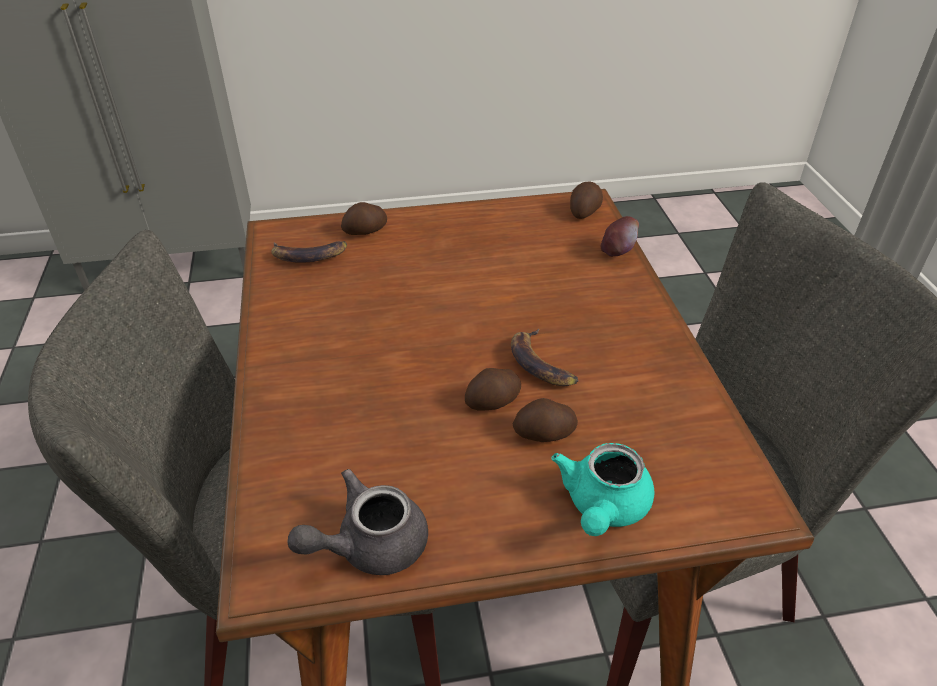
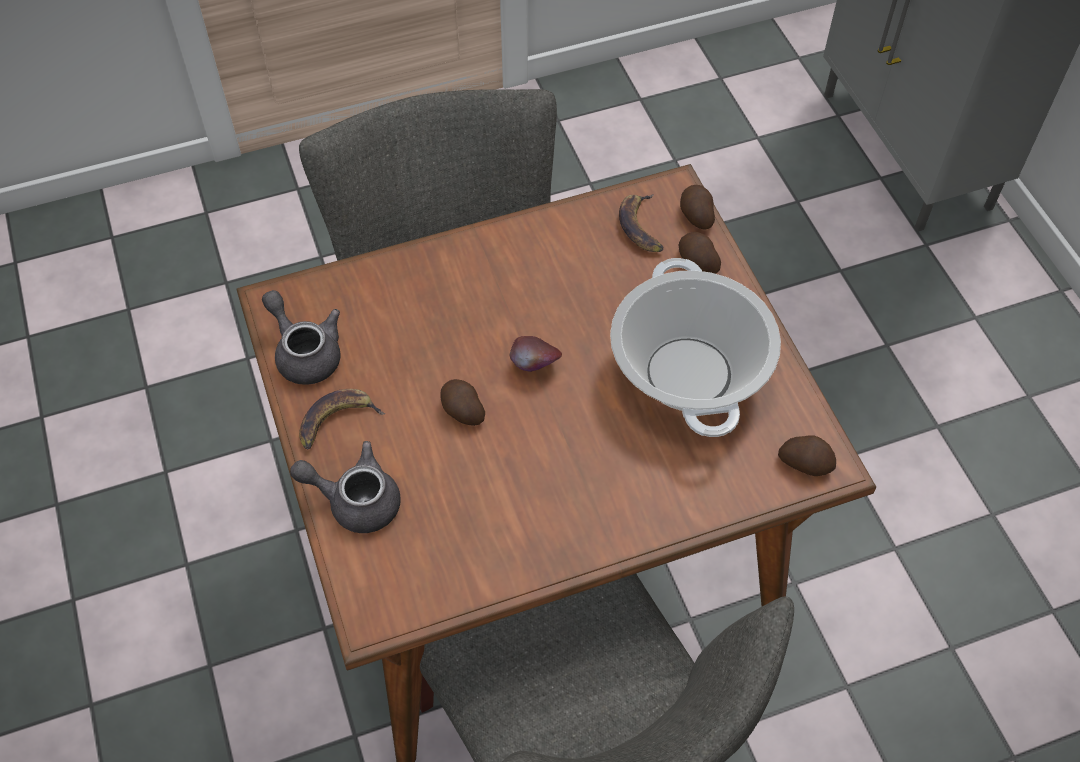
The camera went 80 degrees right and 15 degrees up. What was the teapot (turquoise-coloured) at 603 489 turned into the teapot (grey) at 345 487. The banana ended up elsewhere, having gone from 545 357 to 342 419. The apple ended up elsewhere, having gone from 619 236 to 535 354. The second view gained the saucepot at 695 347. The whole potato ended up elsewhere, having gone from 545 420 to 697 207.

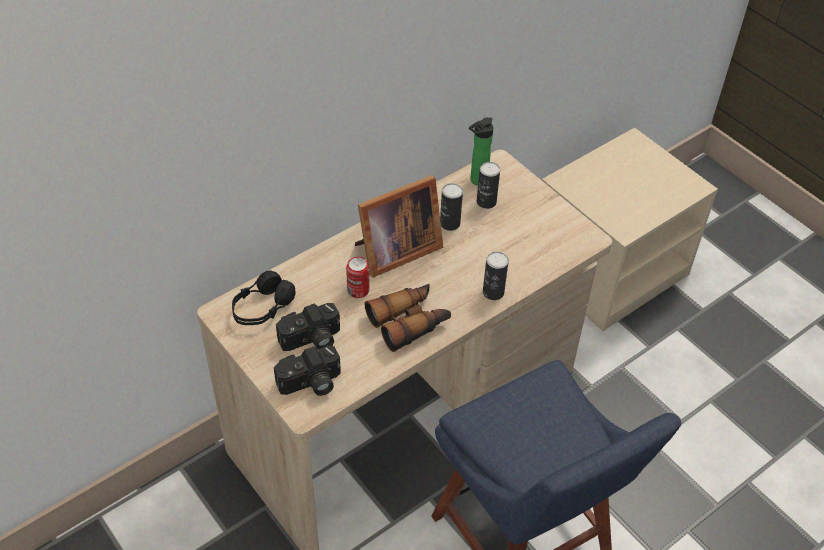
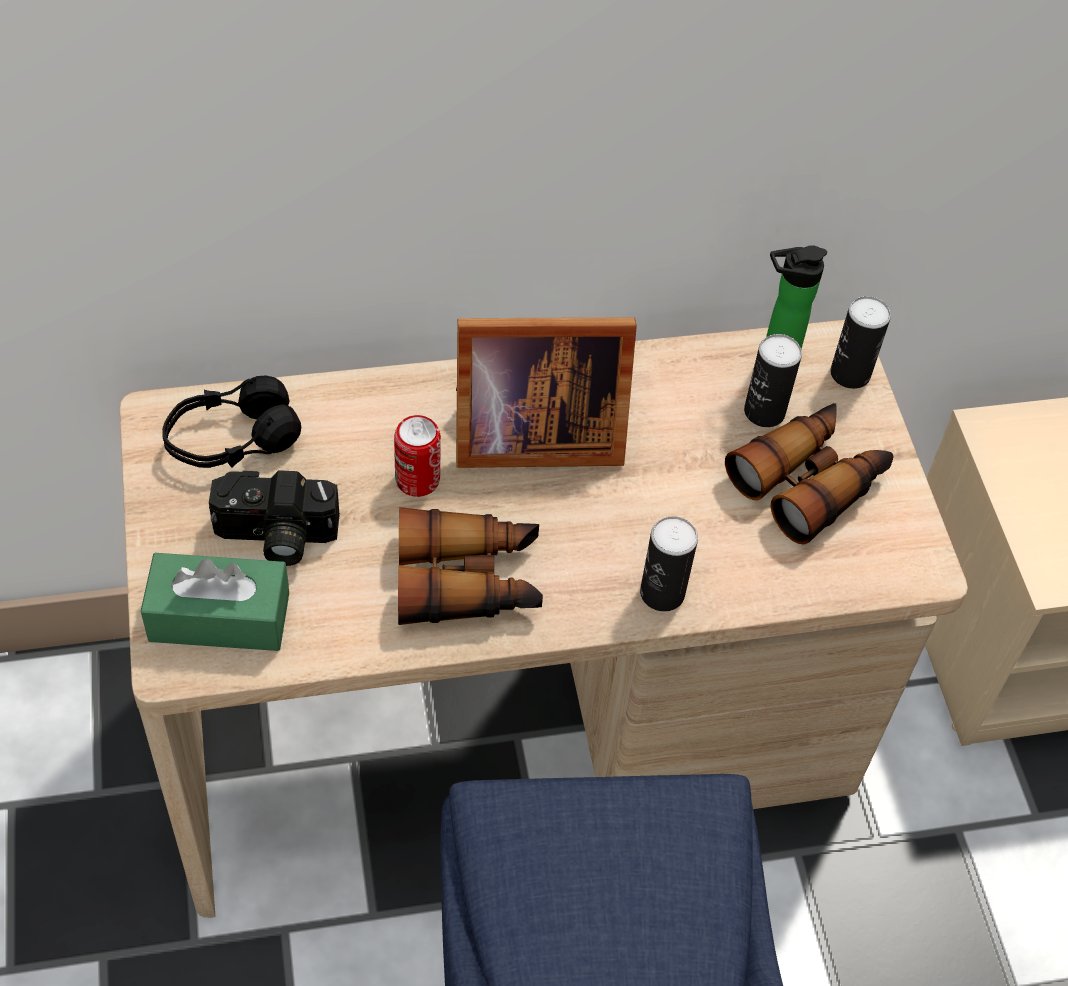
The camera went 25 degrees right and 5 degrees up. Where the still camera stood at 307 371, the tissue box (green) came to stand at 215 602. The second view gained the pair of binoculars at 809 474. The can ended up elsewhere, having gone from 451 207 to 860 342.

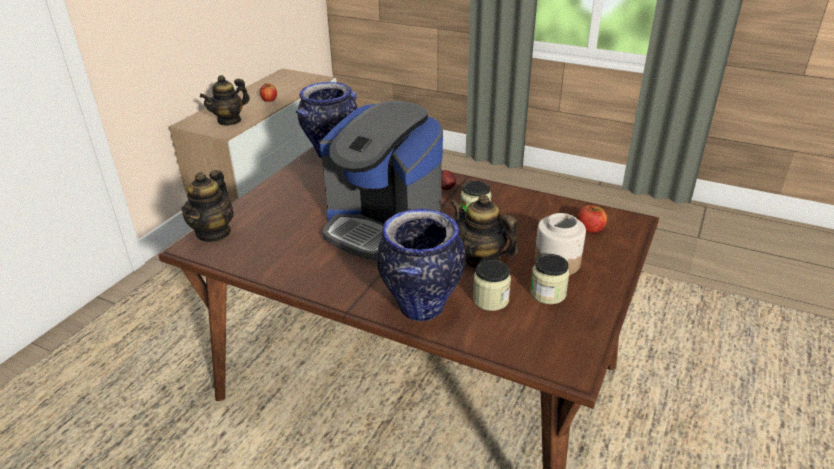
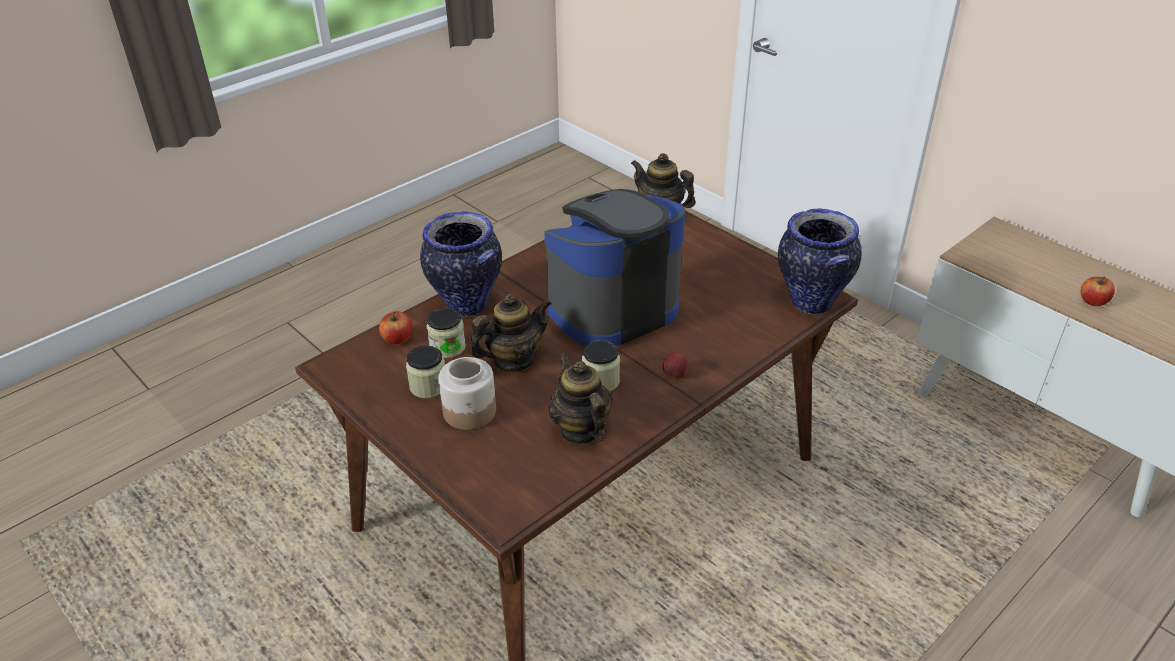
The camera went 110 degrees right and 5 degrees up. The apple ended up elsewhere, having gone from 592 219 to 395 327. The teapot ended up elsewhere, having gone from 225 100 to 581 399.

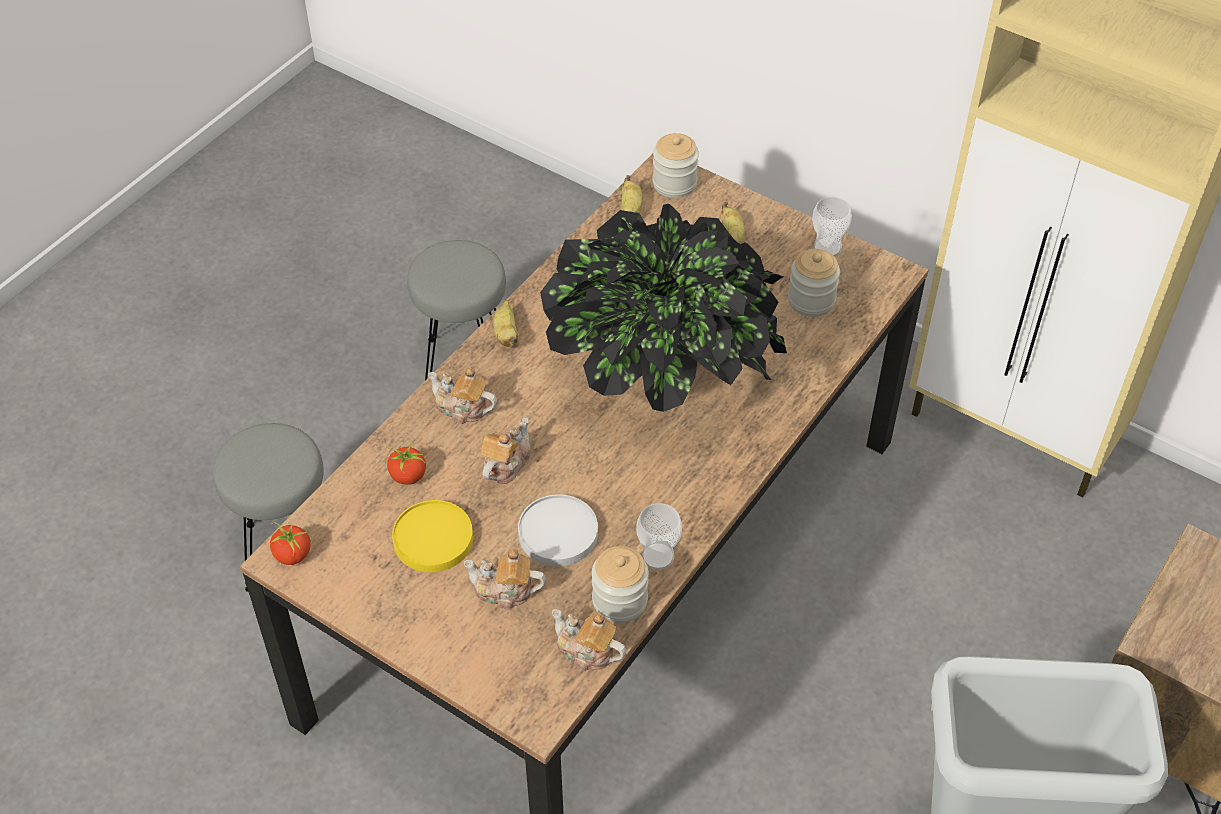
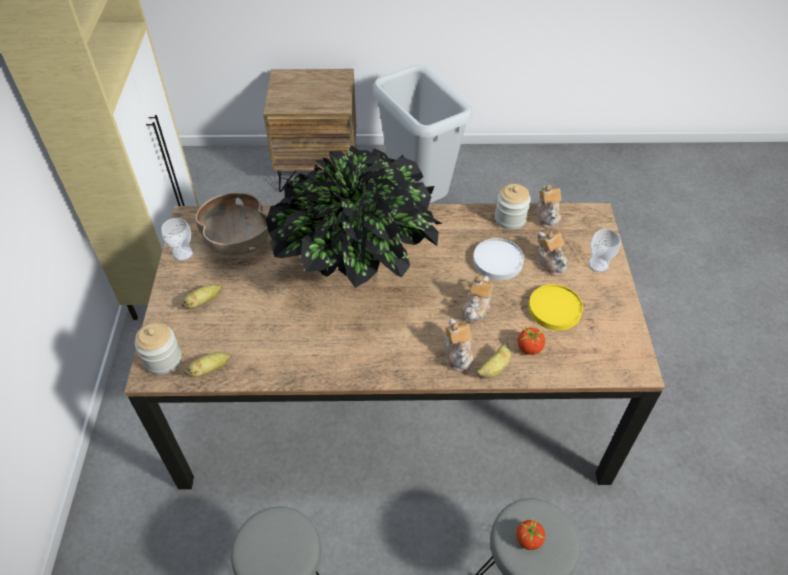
The camera went 125 degrees left and 0 degrees up. Where the jar stood at 814 283, the bowl (brown) came to stand at 232 224. The teapot at 506 451 ended up facing another way, 60 degrees counterclockwise from before. The banana ended up elsewhere, having gone from 506 323 to 494 360. The tomato ended up elsewhere, having gone from 290 541 to 531 534. The cup ended up elsewhere, having gone from 659 536 to 604 251.

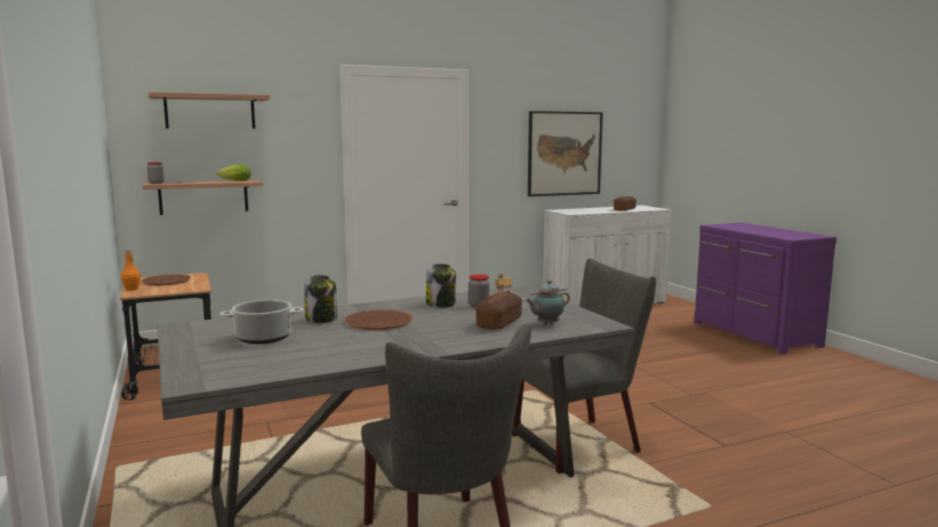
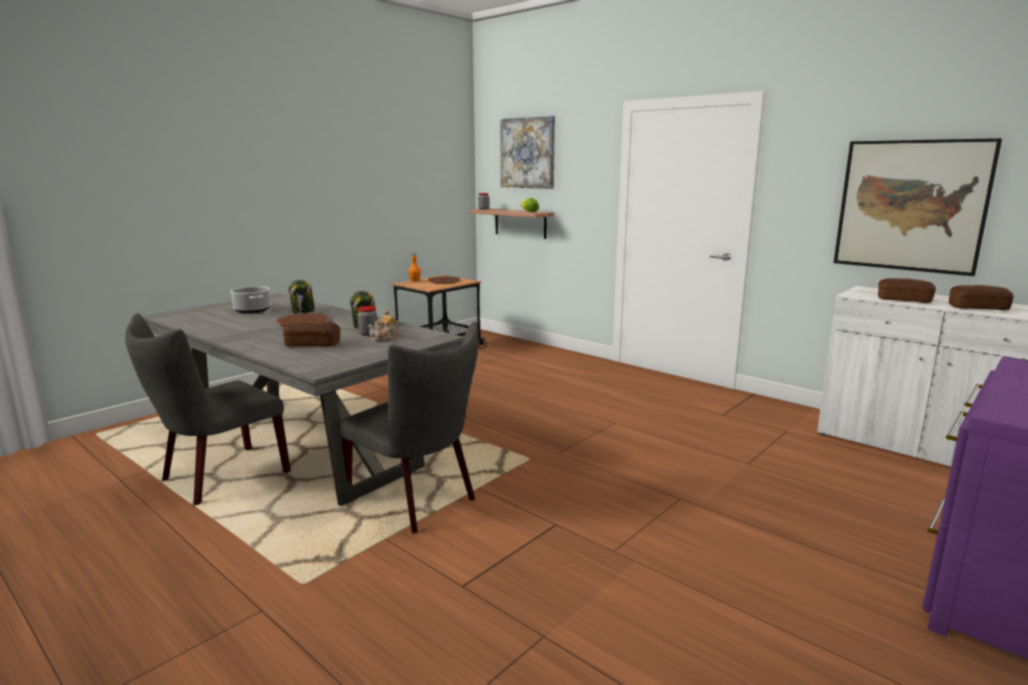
The camera went 65 degrees right and 5 degrees up. Where the bracket shelf hung at 209 110, the picture came to hang at 527 152. The second view gained the baked bread at 907 290. The second view lost the teapot at 547 302.

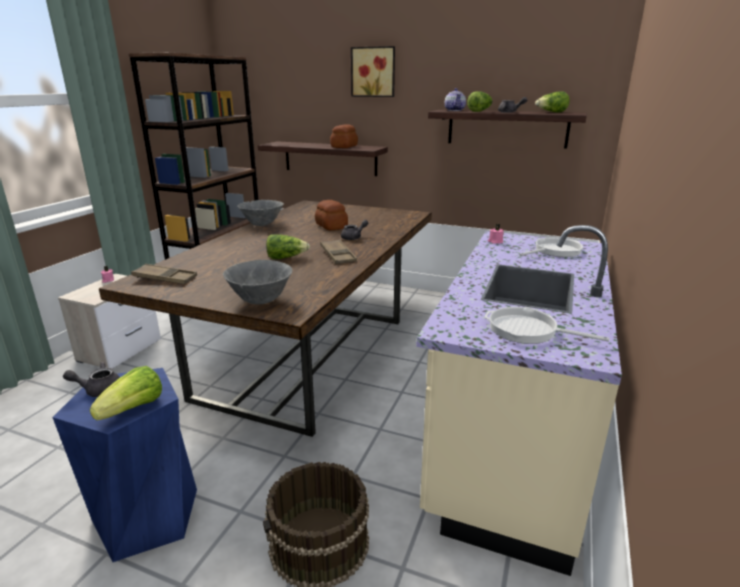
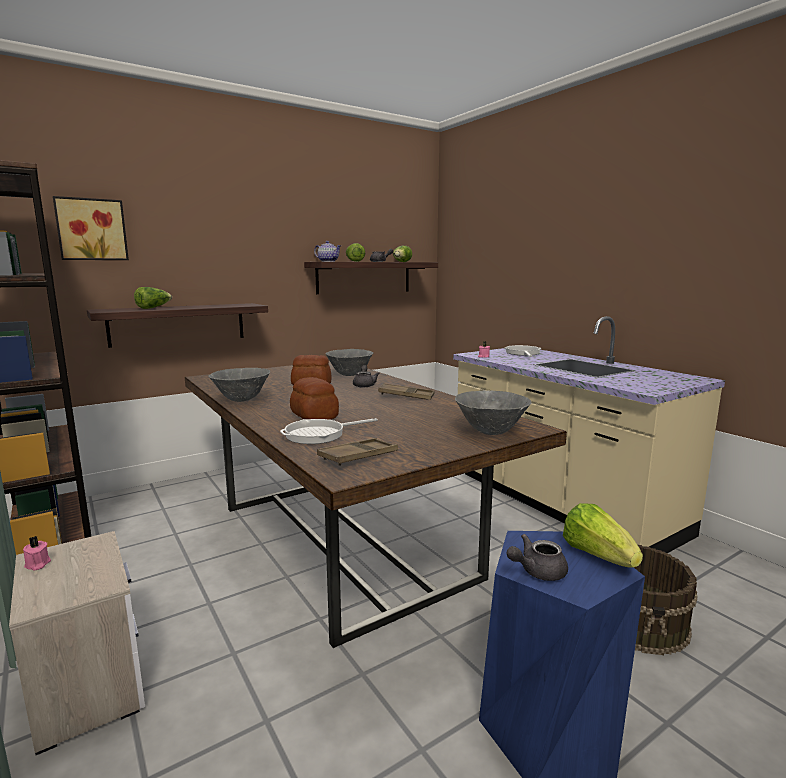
The camera went 55 degrees left and 10 degrees down. The picture ended up elsewhere, having gone from 373 71 to 91 228. The lettuce head ended up elsewhere, having gone from 288 246 to 153 298. The pan ended up elsewhere, having gone from 547 325 to 329 431. The baked bread ended up elsewhere, having gone from 344 136 to 314 398. The second view gained the bowl (grey) at 349 362. The teapot (grey) at 91 379 ended up facing another way, 45 degrees clockwise from before.

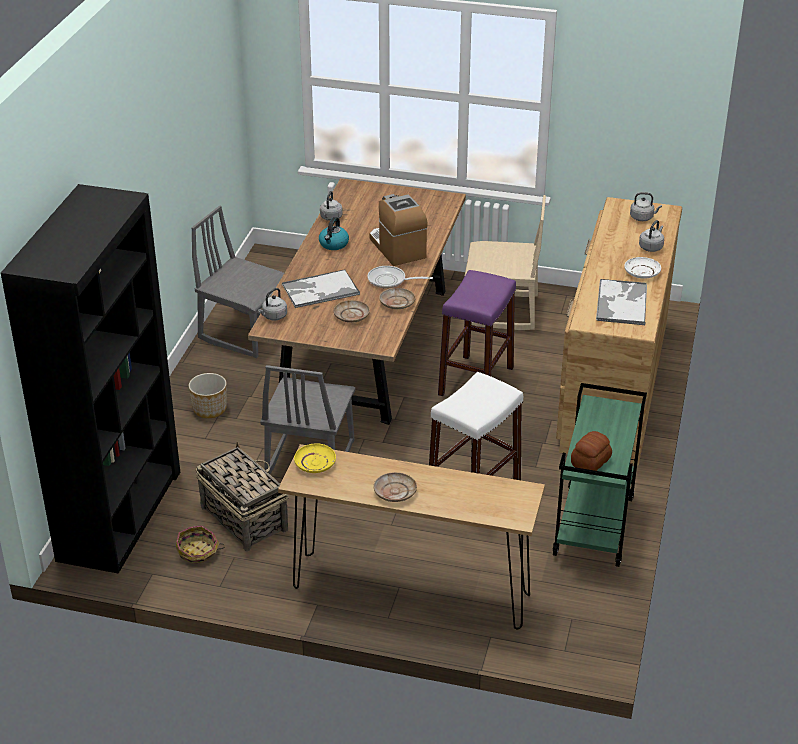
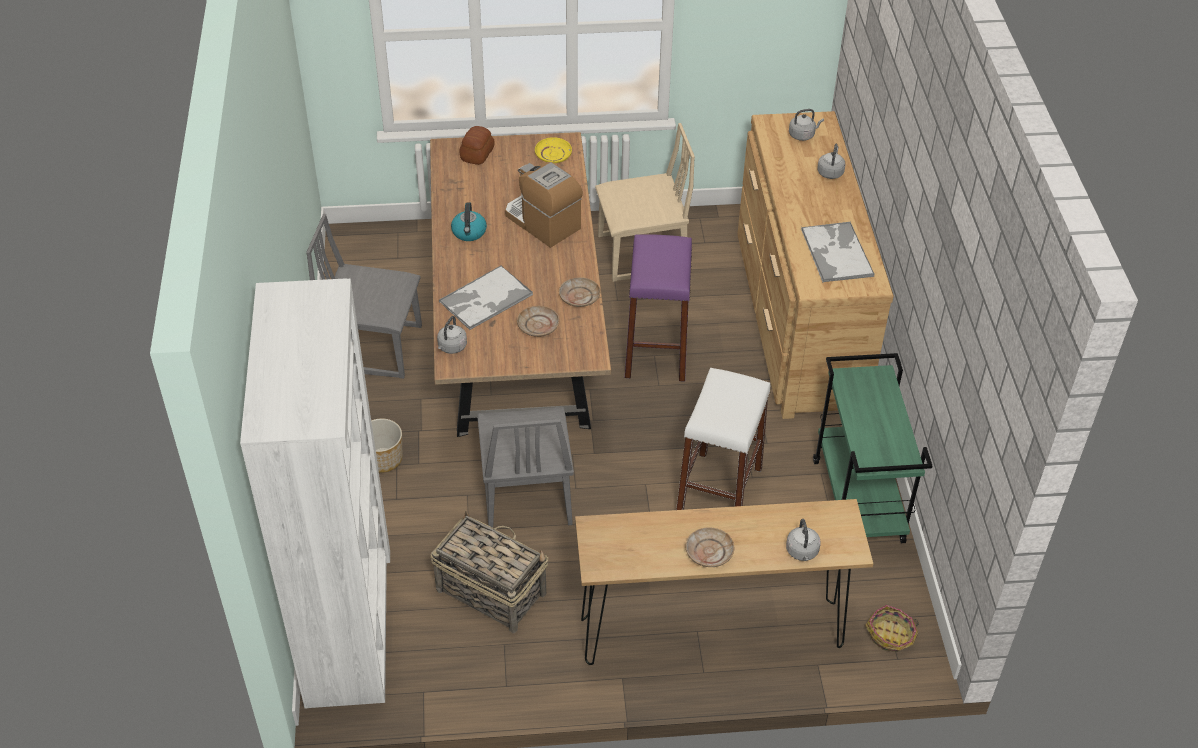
The camera went 20 degrees left and 10 degrees up. What was the shelving unit (blackish) at 90 379 turned into the shelving unit (white-coloured) at 315 493. The baked bread ended up elsewhere, having gone from 591 451 to 477 145. The dinner plate (yellowish) ended up elsewhere, having gone from 315 458 to 553 150. The water kettle (grey) ended up elsewhere, having gone from 331 206 to 803 540. The household basket ended up elsewhere, having gone from 200 545 to 892 628. The second view lost the pan at 400 277. The second view lost the dinner plate (white-coloured) at 642 268.

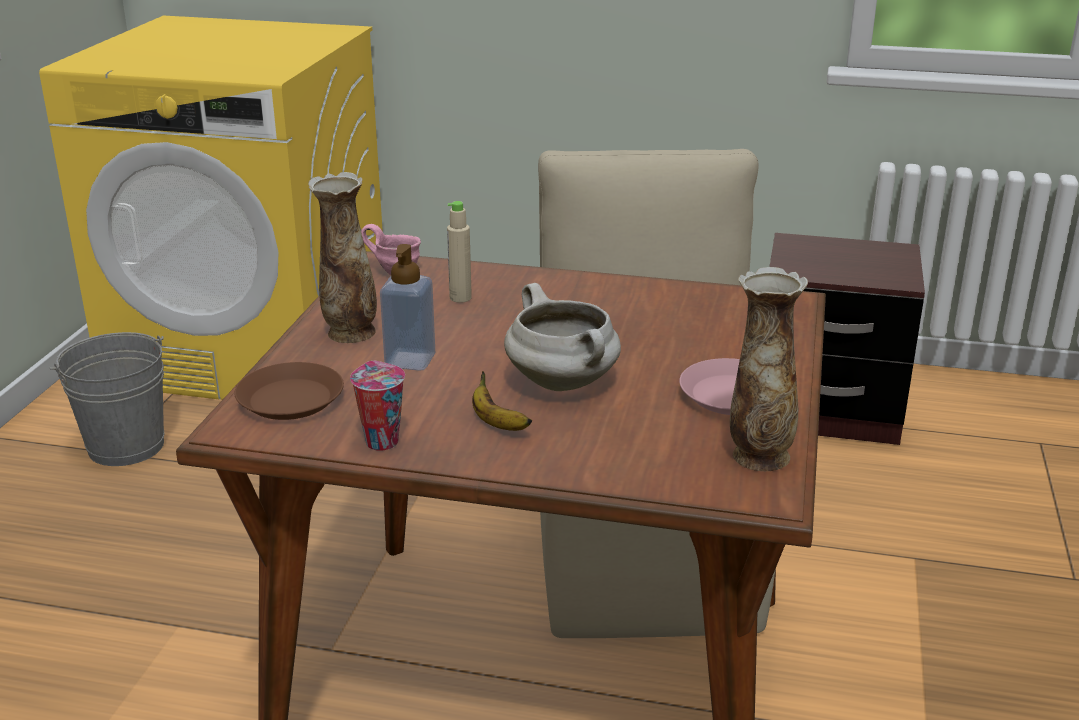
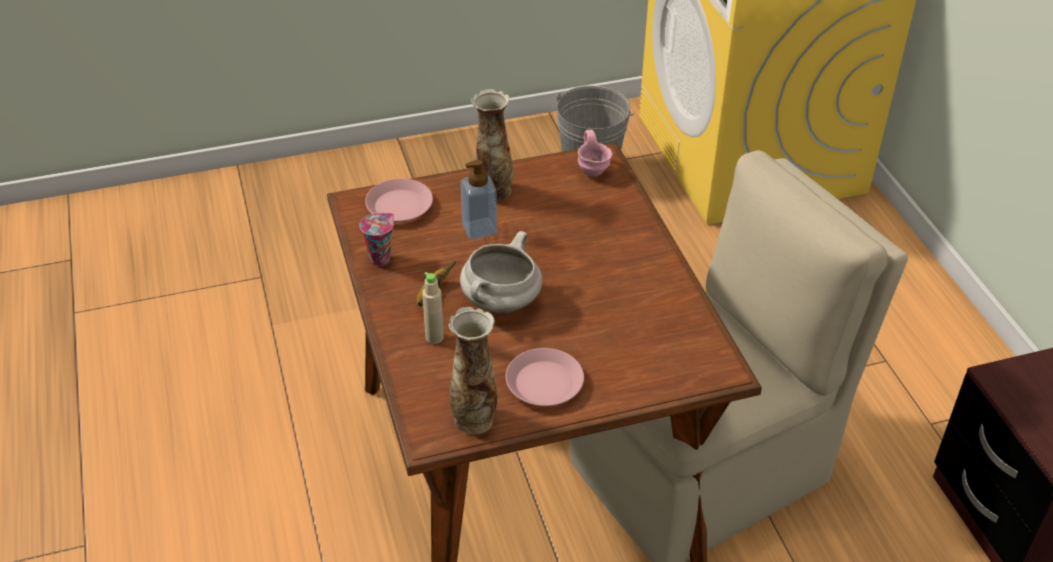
The camera went 60 degrees right and 15 degrees up. What was the dinner plate (brown) at 289 391 turned into the dinner plate (pinkish) at 399 200. The bottle (beige-coloured) ended up elsewhere, having gone from 459 252 to 433 308.

